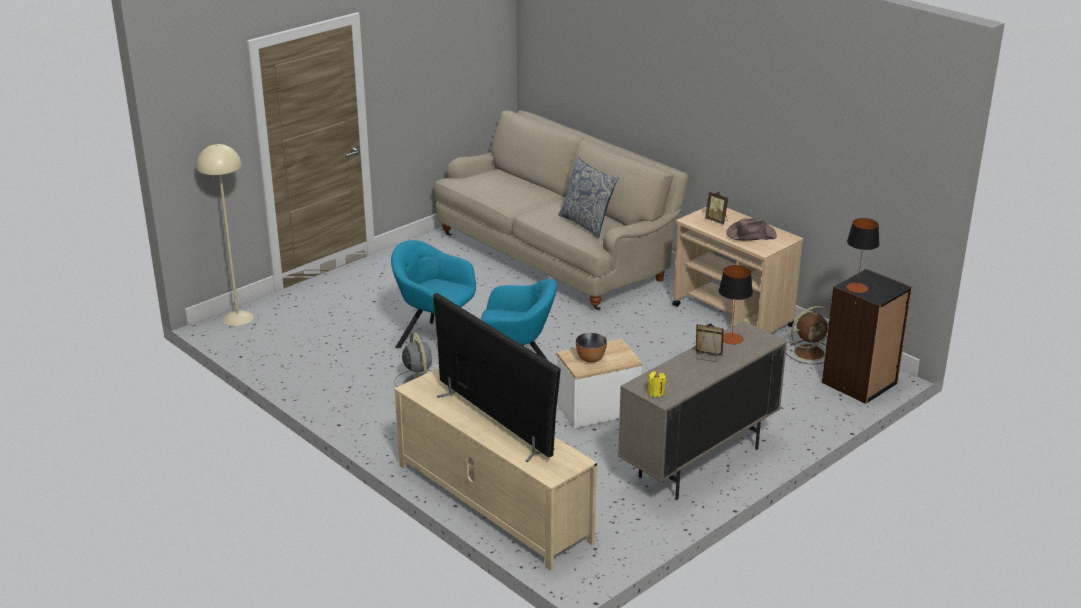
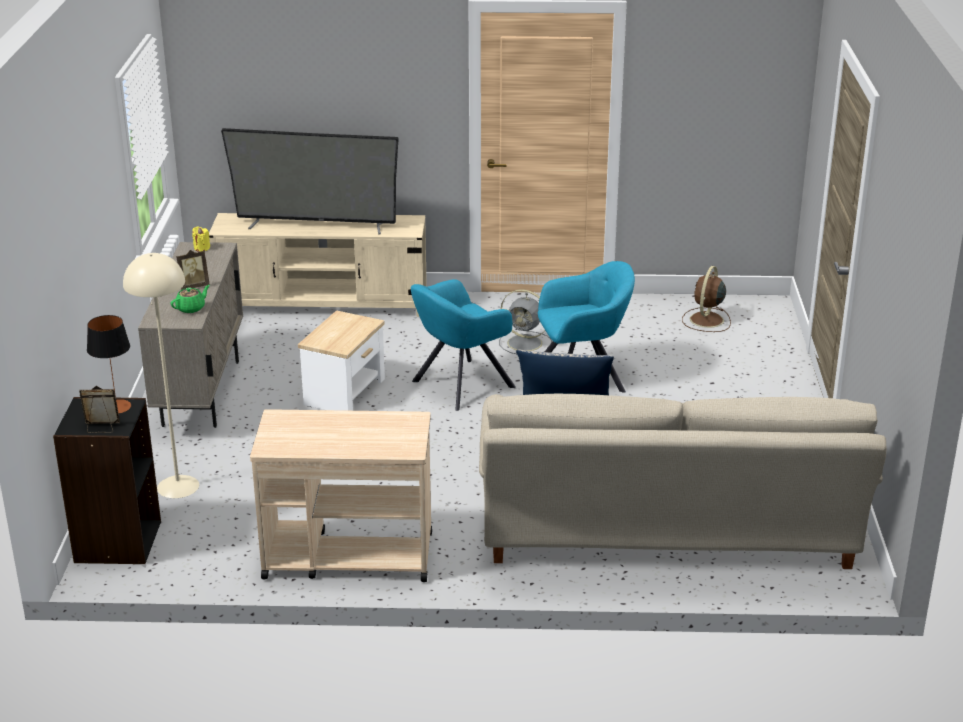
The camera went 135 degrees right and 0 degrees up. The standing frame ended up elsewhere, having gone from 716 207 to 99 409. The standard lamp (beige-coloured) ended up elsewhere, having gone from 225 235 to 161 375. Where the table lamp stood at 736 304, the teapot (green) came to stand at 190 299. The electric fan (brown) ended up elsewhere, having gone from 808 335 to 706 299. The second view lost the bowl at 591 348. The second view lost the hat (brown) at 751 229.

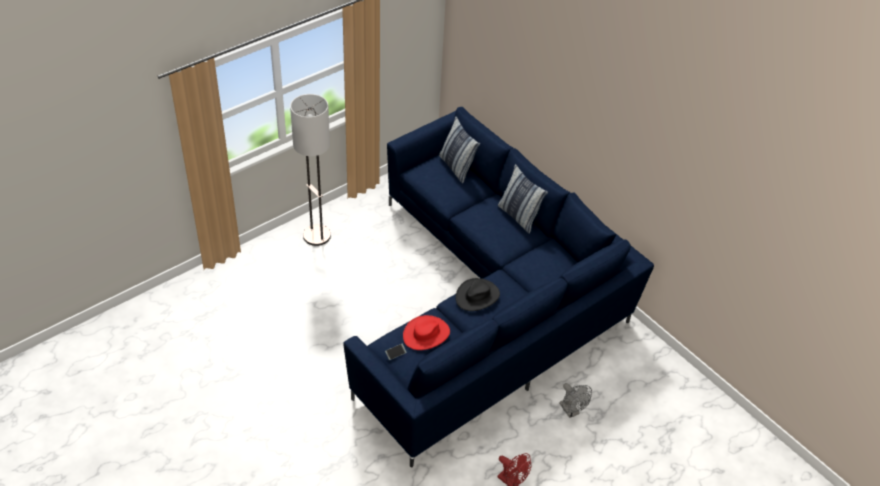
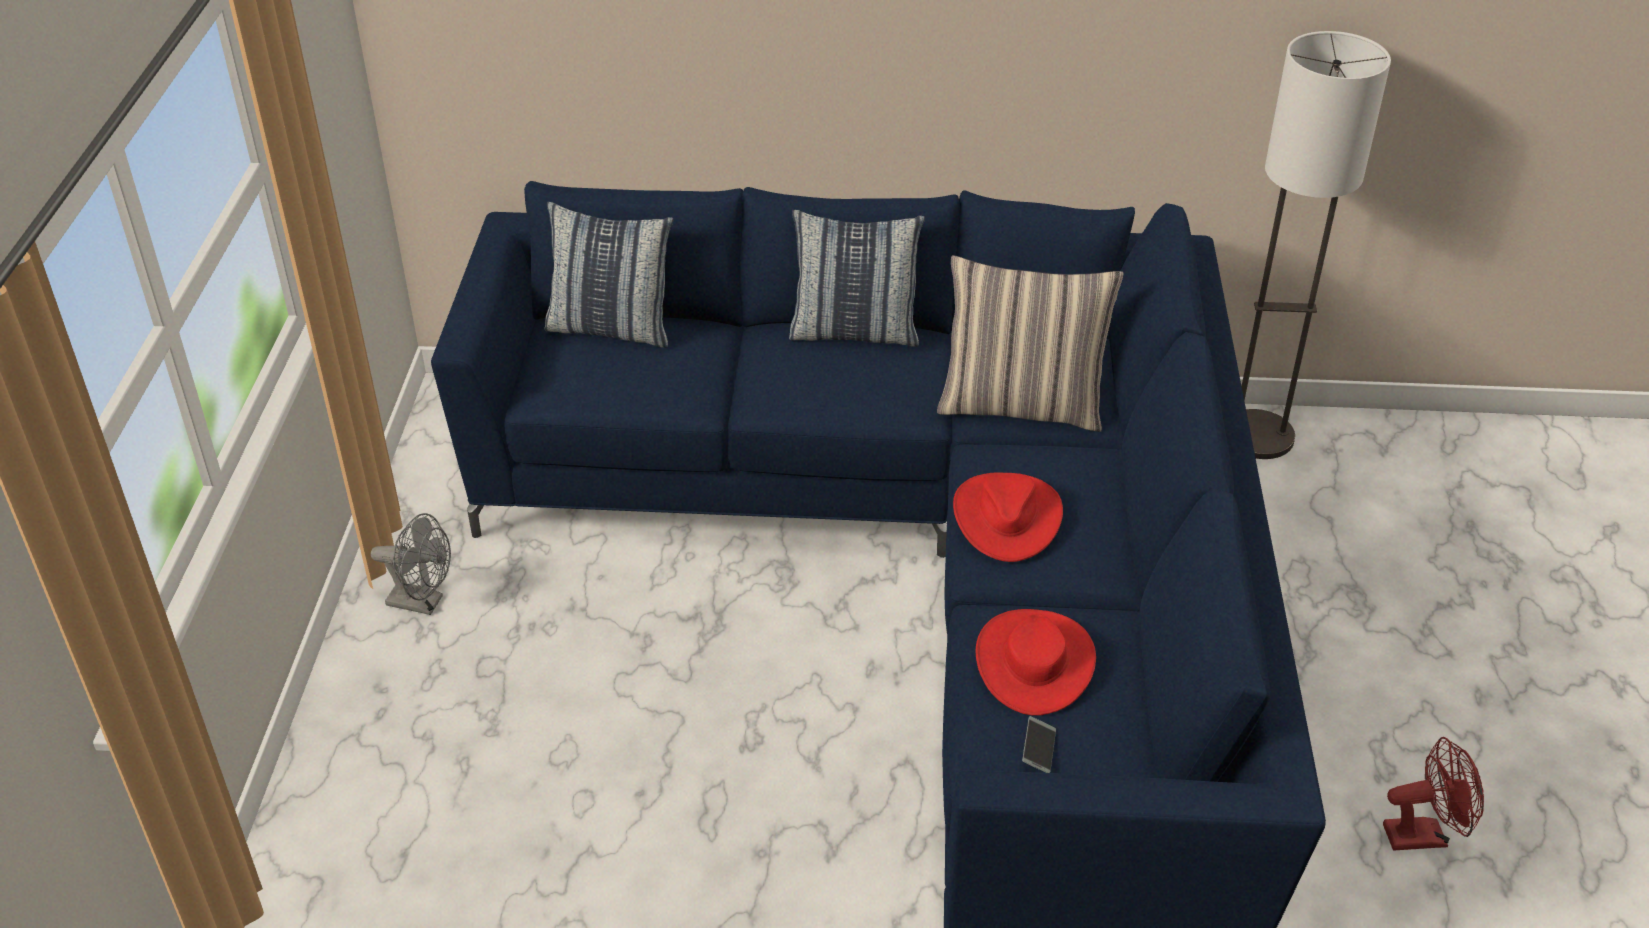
The camera went 45 degrees left and 5 degrees down. The electric fan (grey) ended up elsewhere, having gone from 575 400 to 411 564. The second view gained the throw pillow at 1030 343. What was the hat (blackish) at 477 294 turned into the hat (red) at 1008 517. The standard lamp ended up elsewhere, having gone from 310 170 to 1316 245.

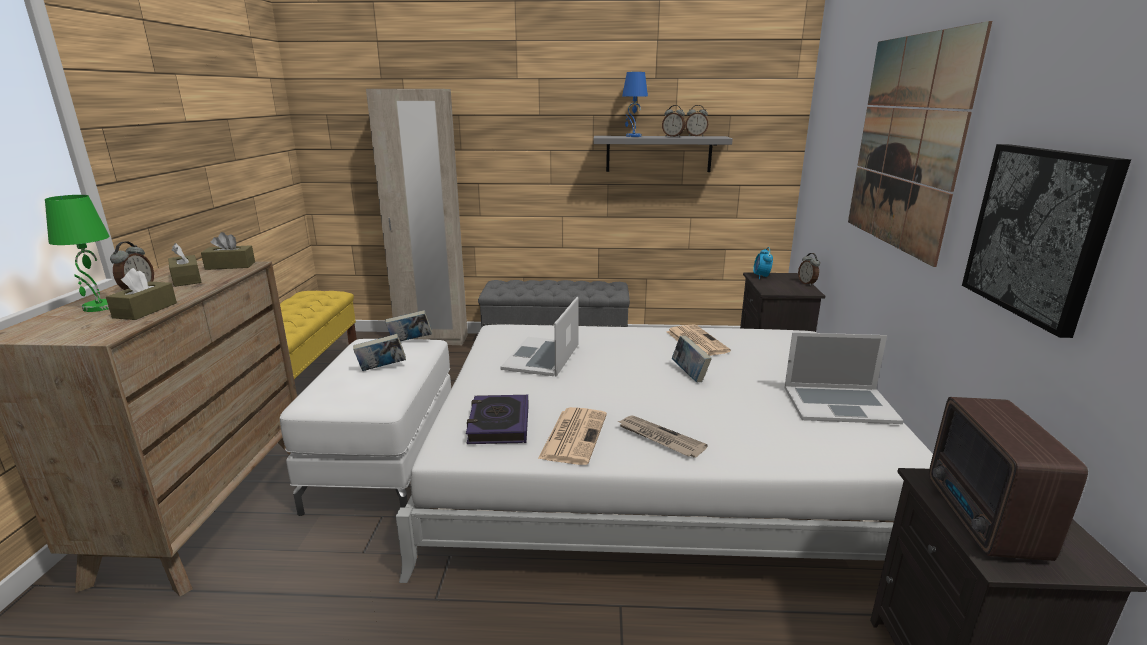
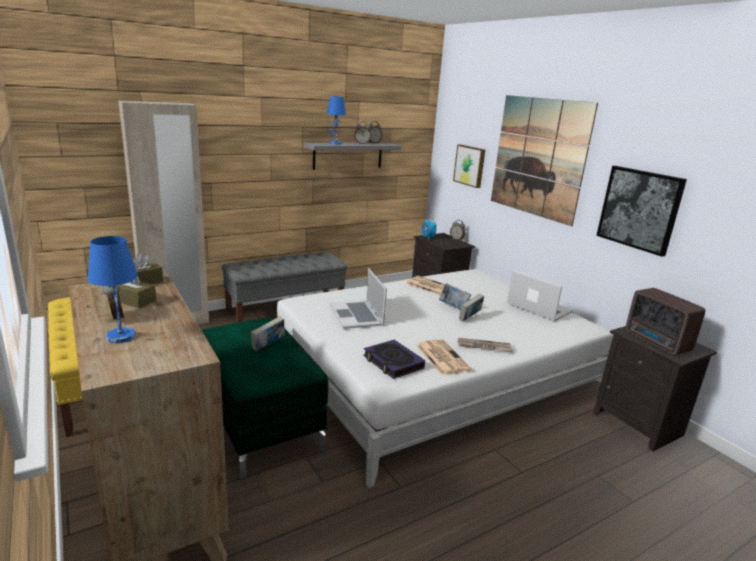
The camera went 35 degrees left and 0 degrees up. What was the table lamp (green) at 77 253 turned into the table lamp (bluish) at 113 289. What was the footrest (white-coloured) at 365 427 turned into the footrest (green) at 265 398. The second view gained the picture at 469 166. The bound book ended up elsewhere, having gone from 408 325 to 471 308. The notebook computer at 844 378 ended up facing another way, 105 degrees counterclockwise from before. The second view lost the tissue box (brown) at 141 294.

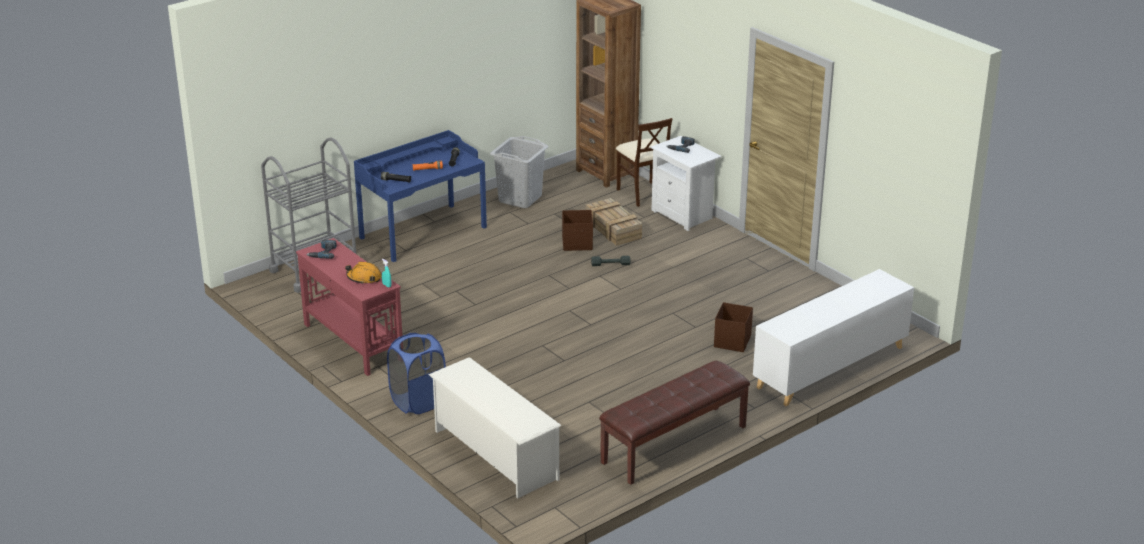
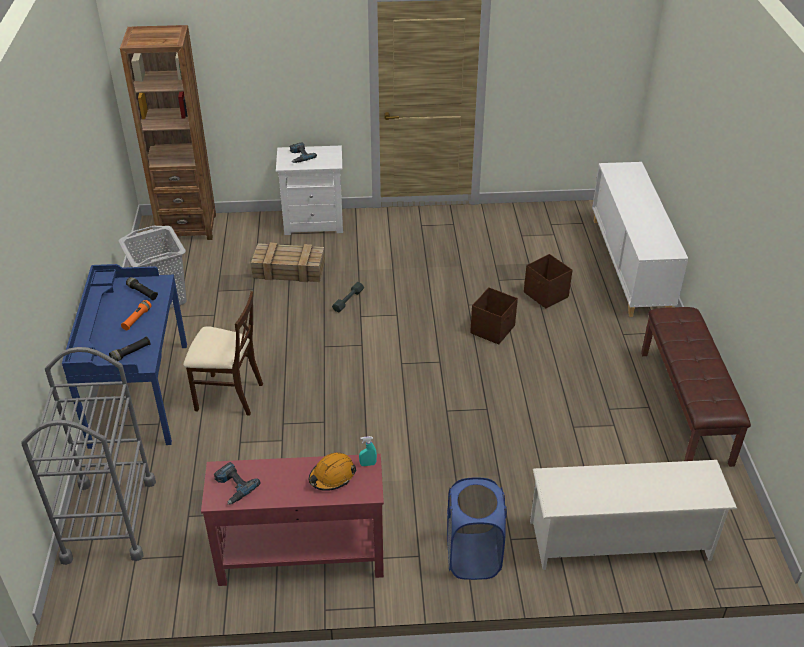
The camera went 55 degrees left and 10 degrees up. The upright chair (beige-coloured) ended up elsewhere, having gone from 644 162 to 223 353. The storage container (brown) ended up elsewhere, having gone from 577 230 to 494 315.

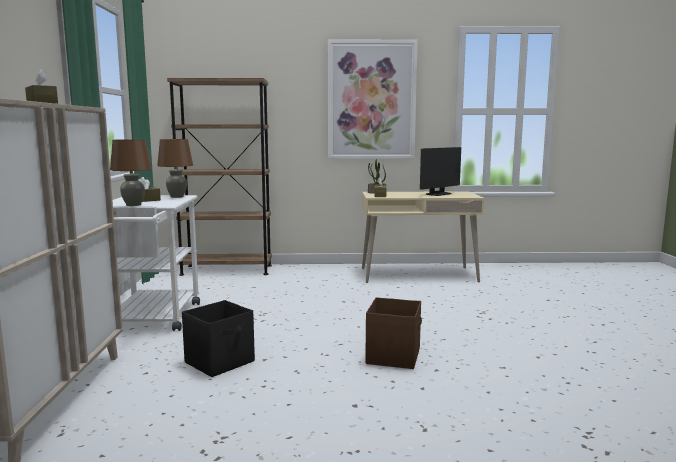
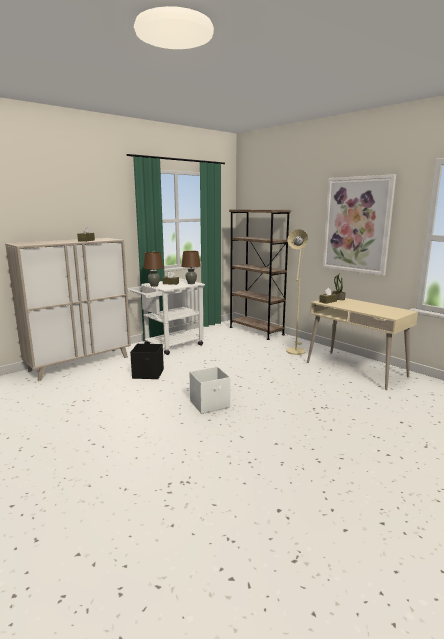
The camera went 50 degrees right and 5 degrees up. What was the storage container (brown) at 393 333 turned into the storage container (white-coloured) at 210 390. The second view gained the standard lamp (beige-coloured) at 297 292. The second view lost the computer screen at 440 171.

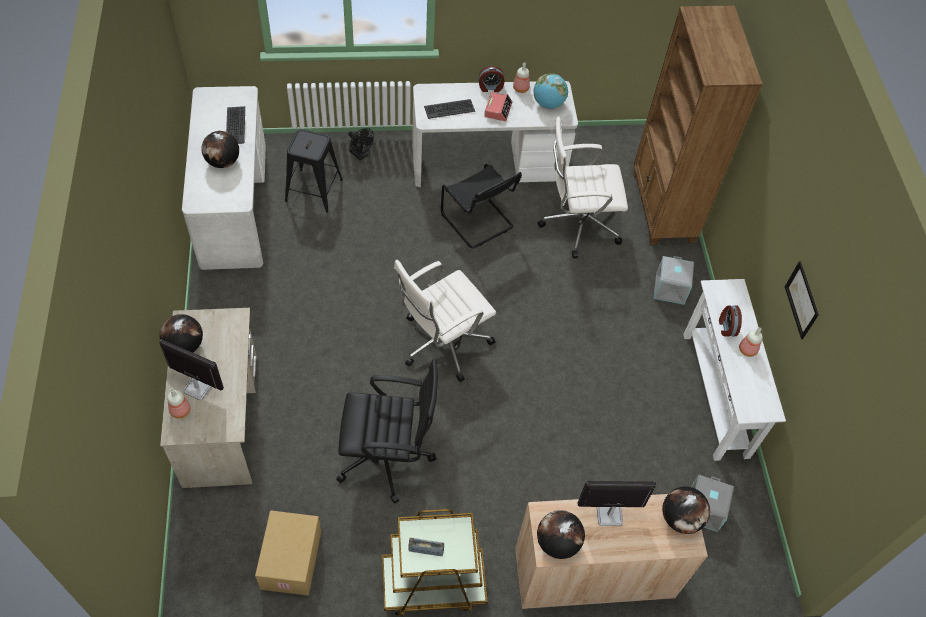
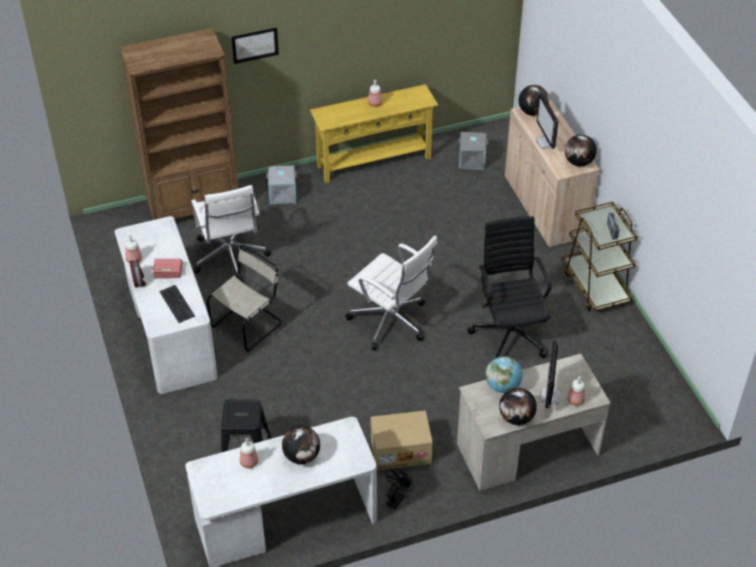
The camera went 100 degrees left and 10 degrees down. What was the upright chair (blackish) at 481 206 turned into the upright chair (beige-coloured) at 244 298. The picture ended up elsewhere, having gone from 802 300 to 255 46. Where the keyboard stood at 235 125, the bottle came to stand at 249 453. What was the hall table (white-coloured) at 734 370 turned into the hall table (yellowish) at 374 133. The cardboard box ended up elsewhere, having gone from 288 553 to 402 440. The electric fan (blackish) ended up elsewhere, having gone from 361 144 to 399 488. The world globe ended up elsewhere, having gone from 551 91 to 504 374. The second view lost the alarm clock at 730 321.

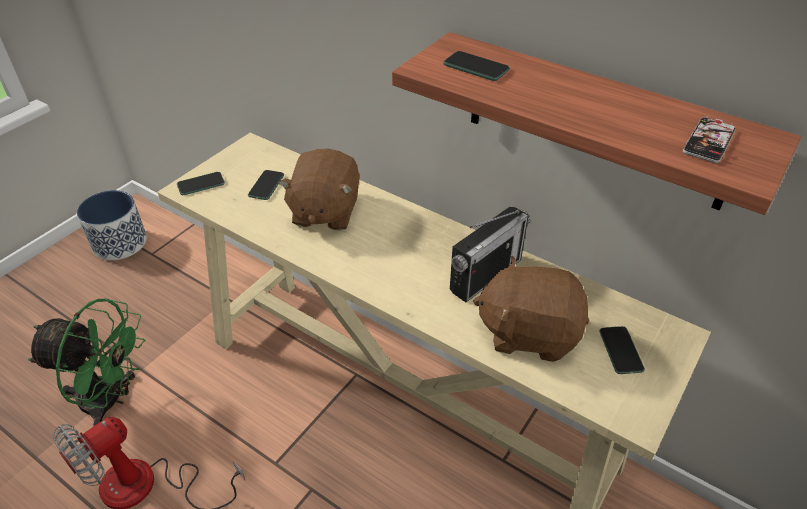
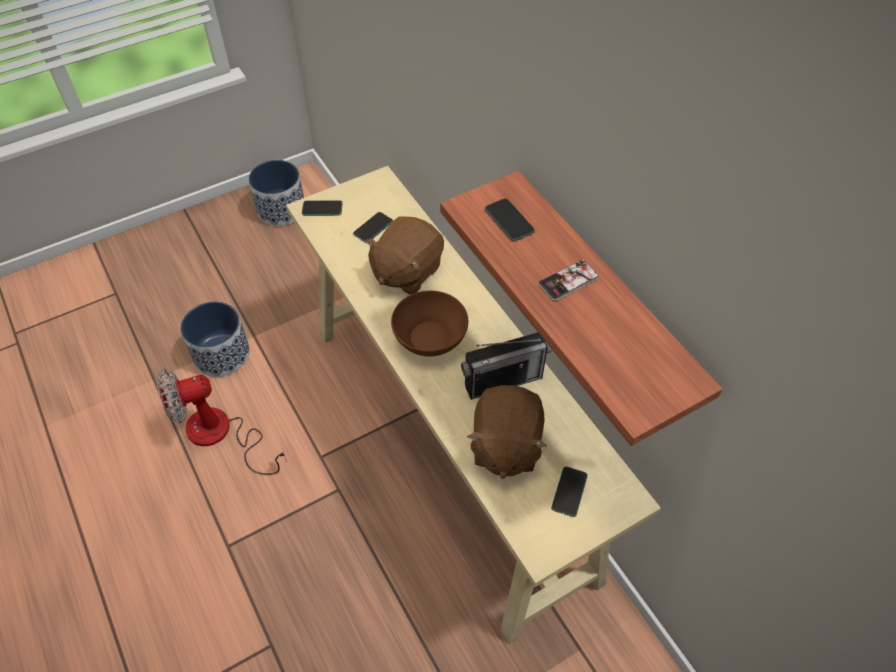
The camera went 25 degrees right and 10 degrees up. Where the electric fan (green) stood at 86 362, the plant pot came to stand at 215 339. The second view gained the bowl (brown) at 429 324. The plush toy (brown) at 531 309 ended up facing another way, 120 degrees counterclockwise from before. The handset ended up elsewhere, having gone from 709 139 to 568 280.

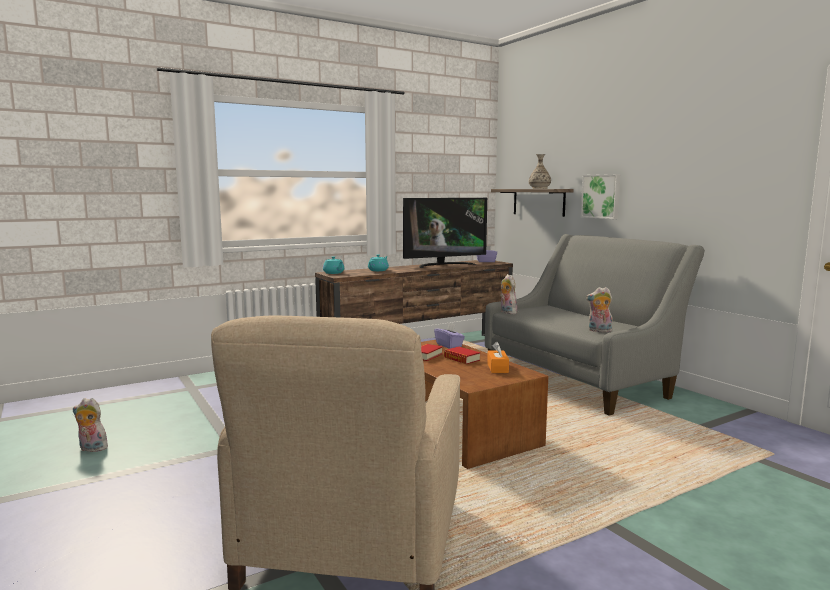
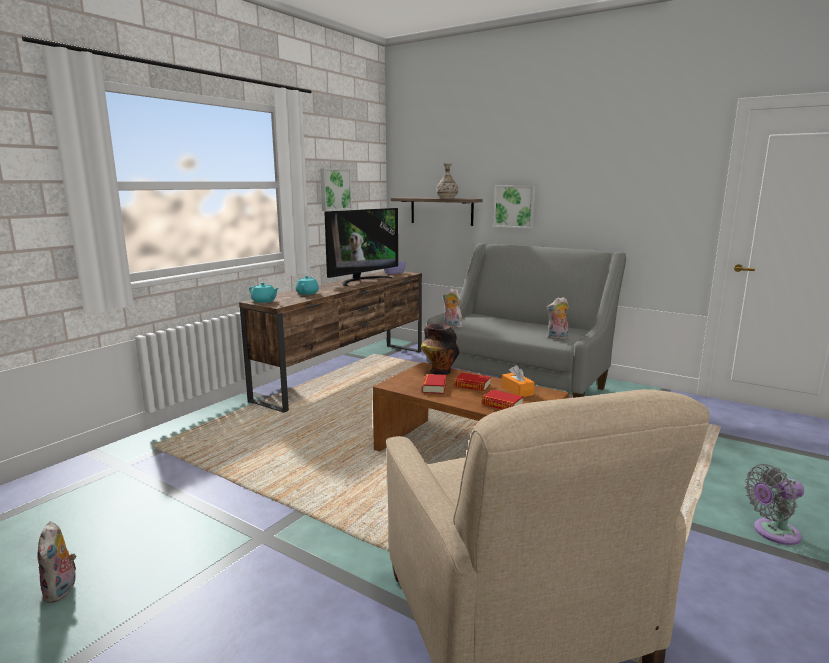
The camera went 25 degrees left and 5 degrees up. The plush toy at 90 425 ended up facing another way, 90 degrees counterclockwise from before. The second view gained the picture at 336 189. Where the tissue box (purplish) stood at 449 336, the flower vase came to stand at 440 349. The second view gained the bound book at 502 400. The second view gained the electric fan (grey) at 774 504.

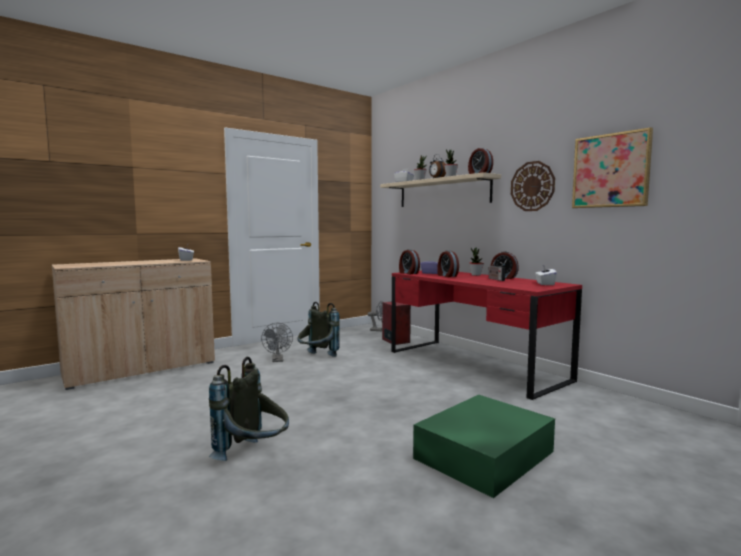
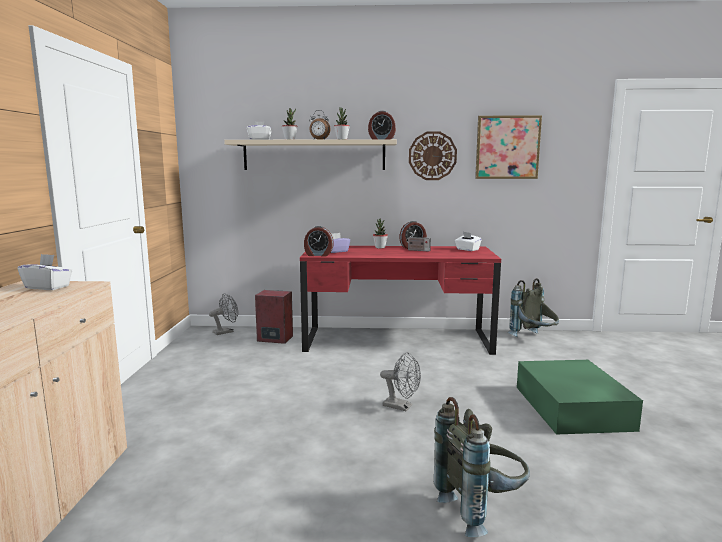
The camera went 50 degrees left and 5 degrees up. The electric fan (grey) ended up elsewhere, having gone from 277 342 to 400 381. The knapsack (grey) ended up elsewhere, having gone from 318 329 to 533 307. The second view lost the alarm clock at 448 263.

